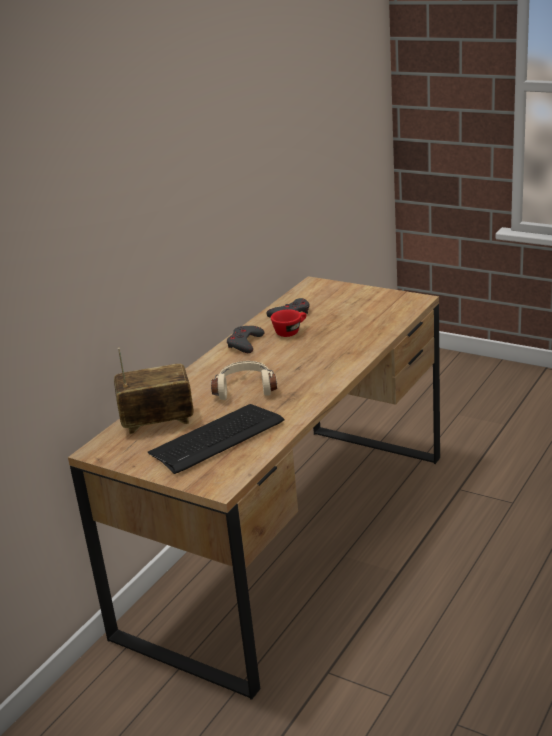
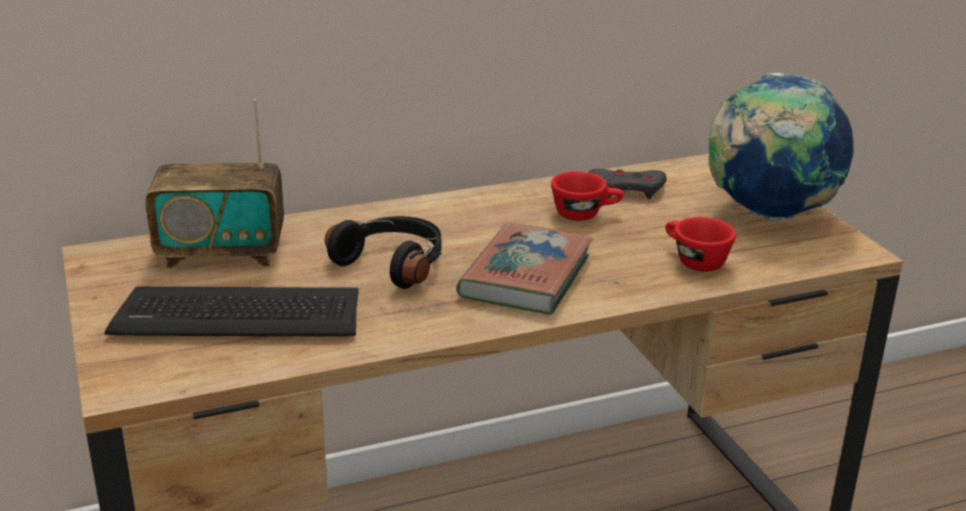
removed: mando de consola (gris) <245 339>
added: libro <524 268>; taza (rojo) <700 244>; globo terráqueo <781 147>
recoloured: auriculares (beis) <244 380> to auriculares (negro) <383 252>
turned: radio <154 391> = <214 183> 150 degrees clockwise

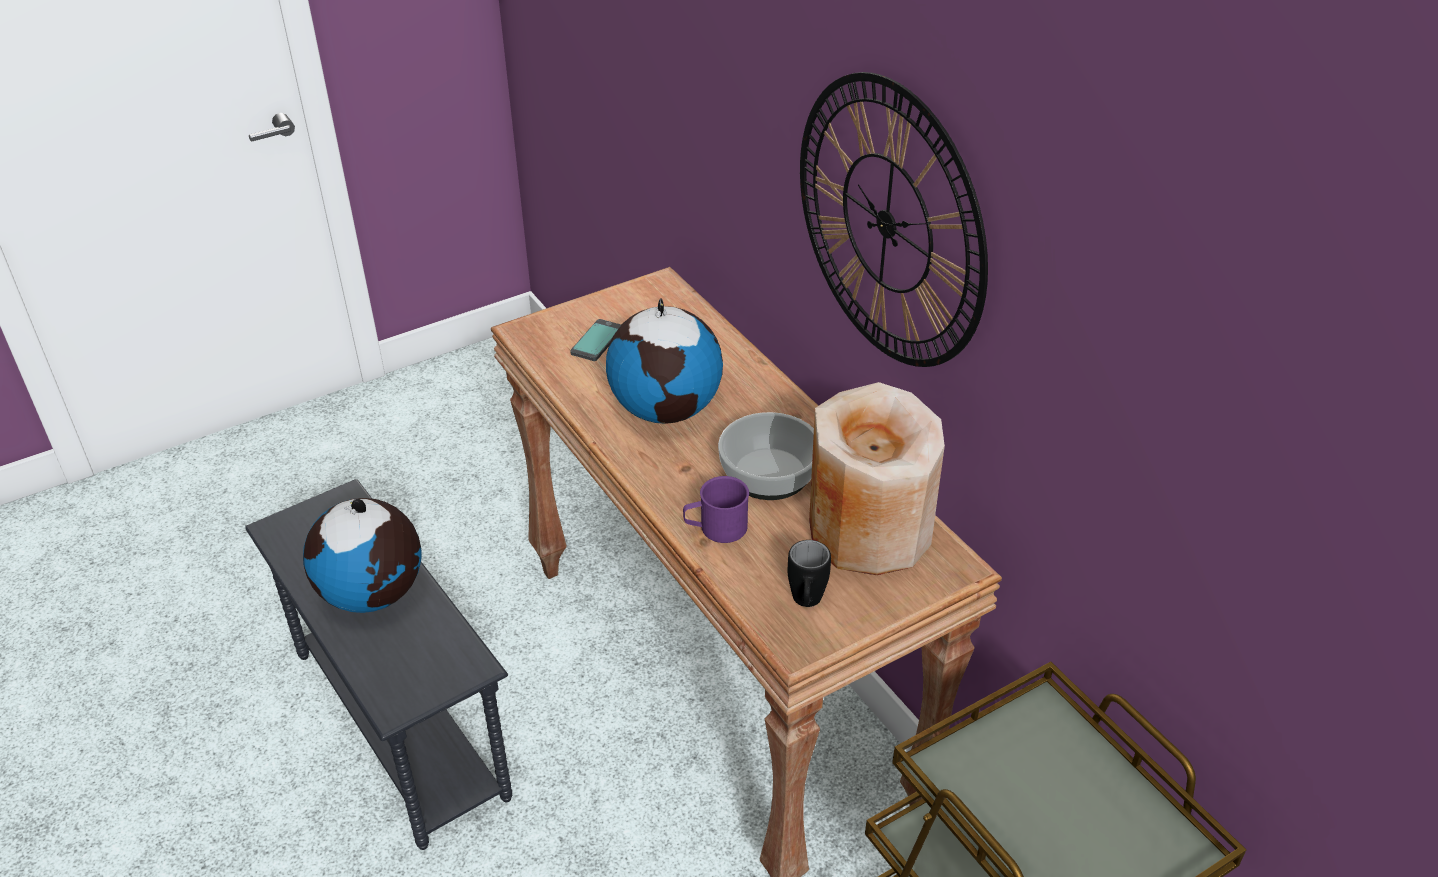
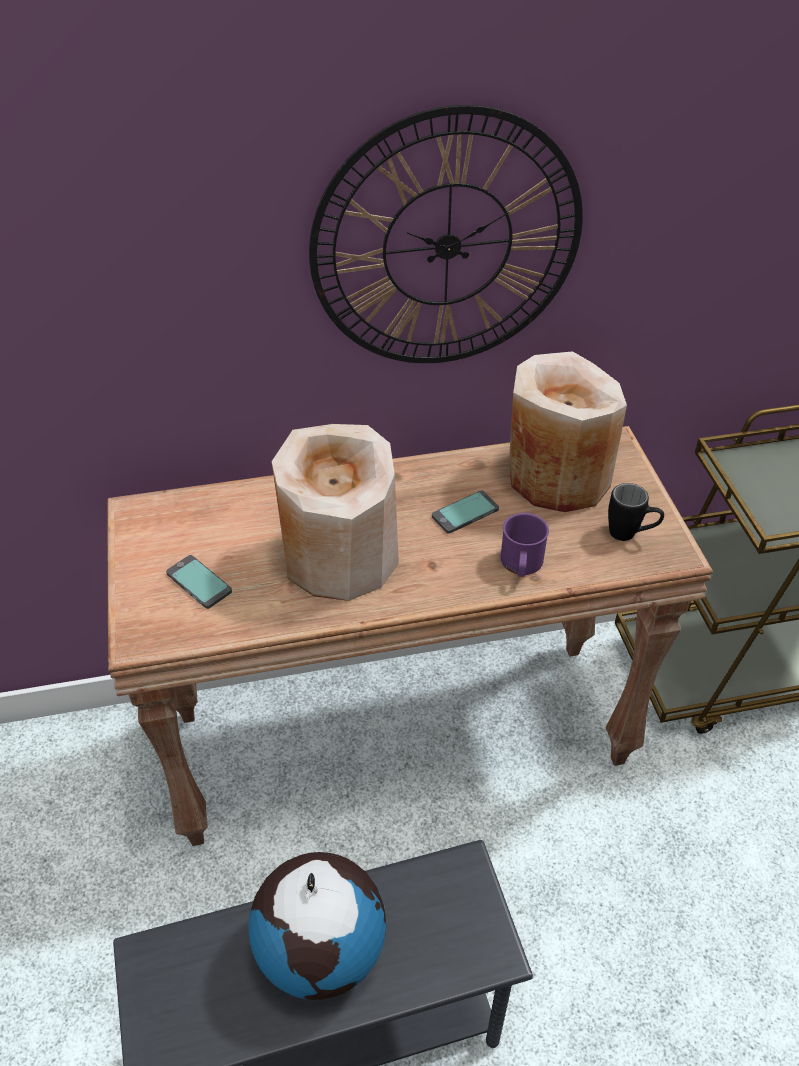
replaced: globo terráqueo <664 361> to florero (beis) <335 512>; cuenco <766 456> to móvil <465 512>

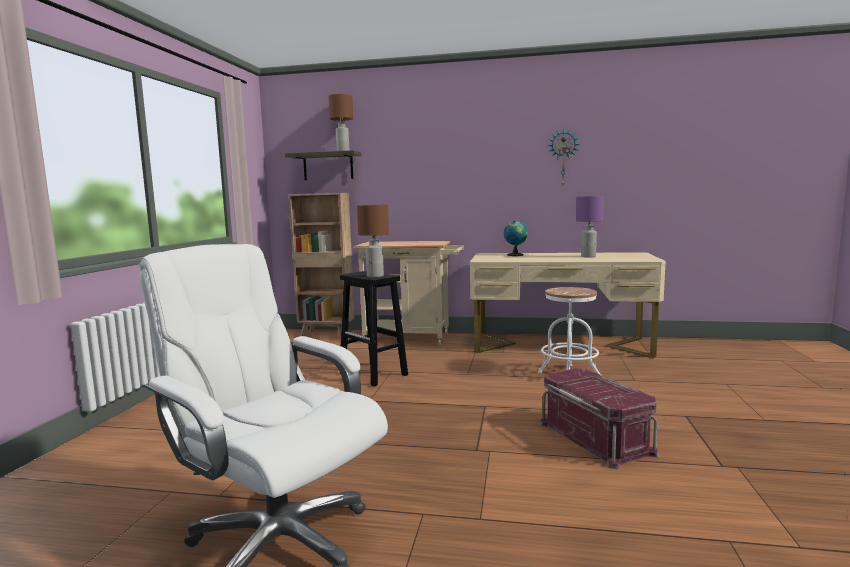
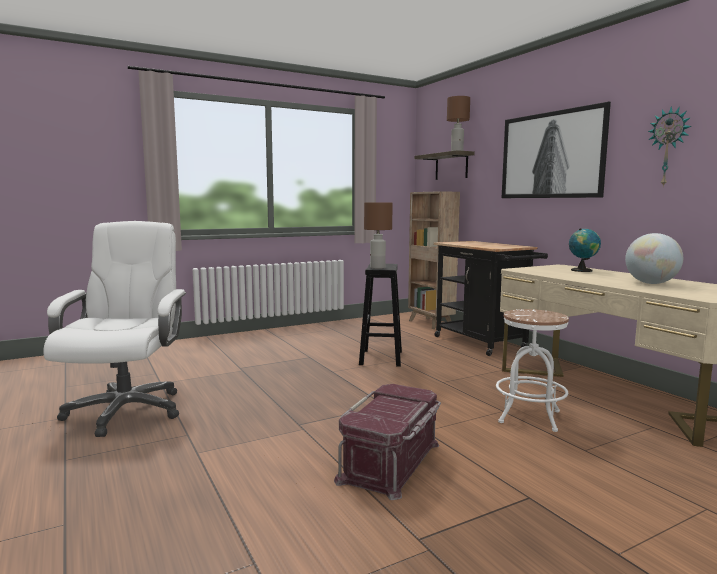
added: cuadro <556 150>
replaced: lámpara de mesa (morado) <590 227> to globo terráqueo <654 258>
recoloured: carrito (beis) <408 293> to carrito (negro) <490 298>

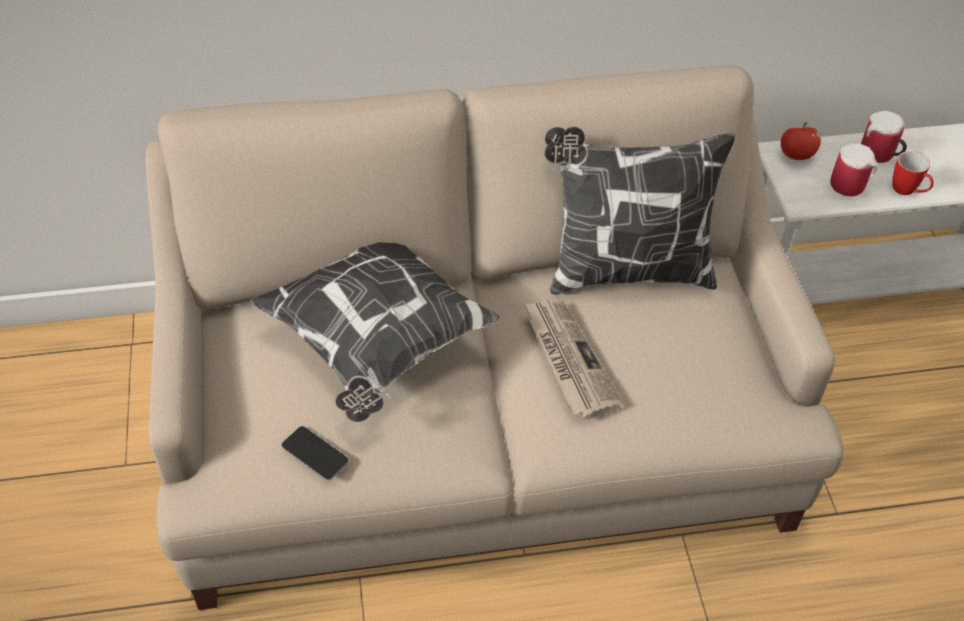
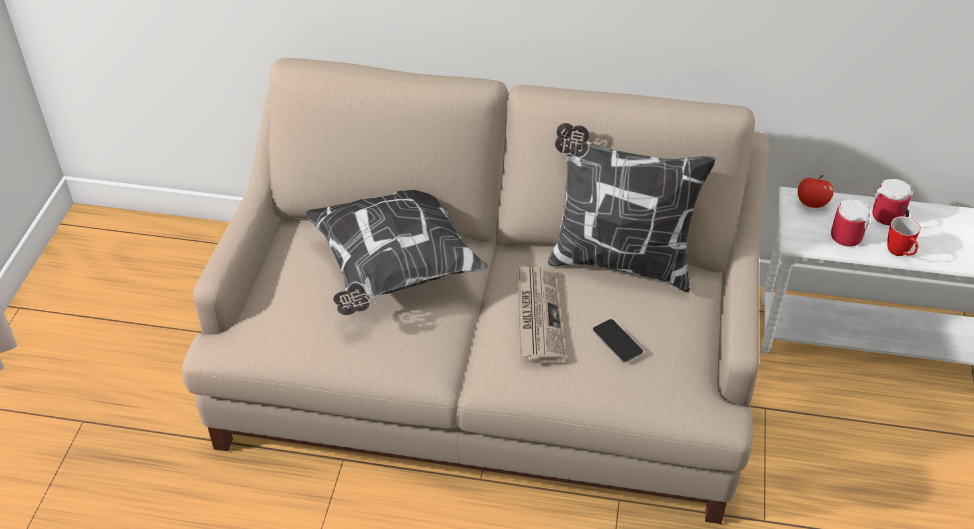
moved: móvil <315 453> to <618 340>

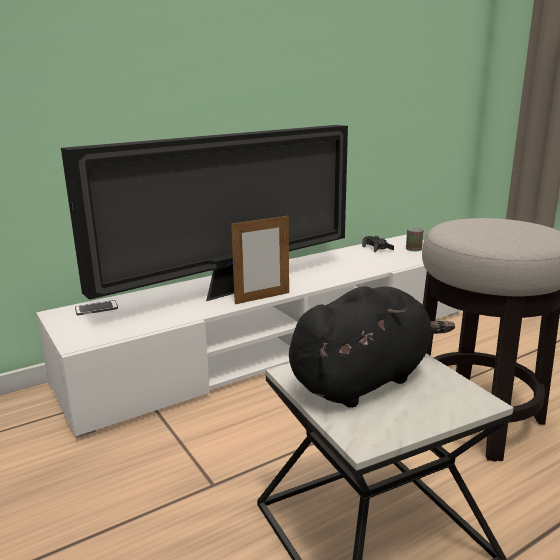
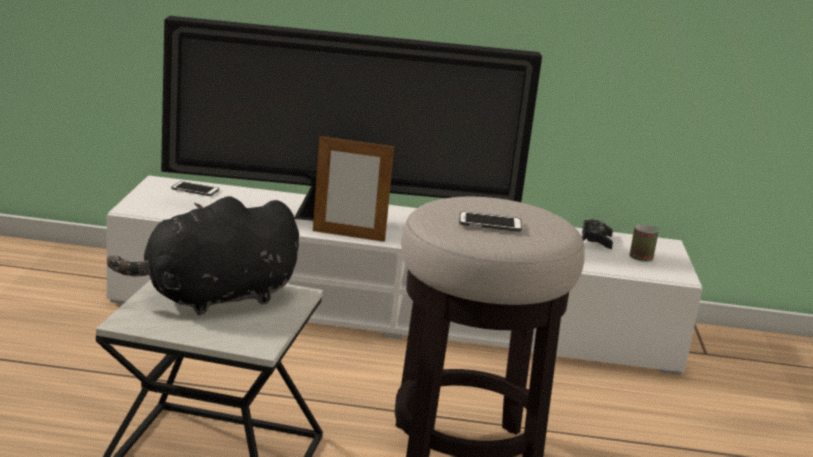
added: móvil <490 221>
turned: peluche (negro) <372 347> = <203 255> 150 degrees clockwise

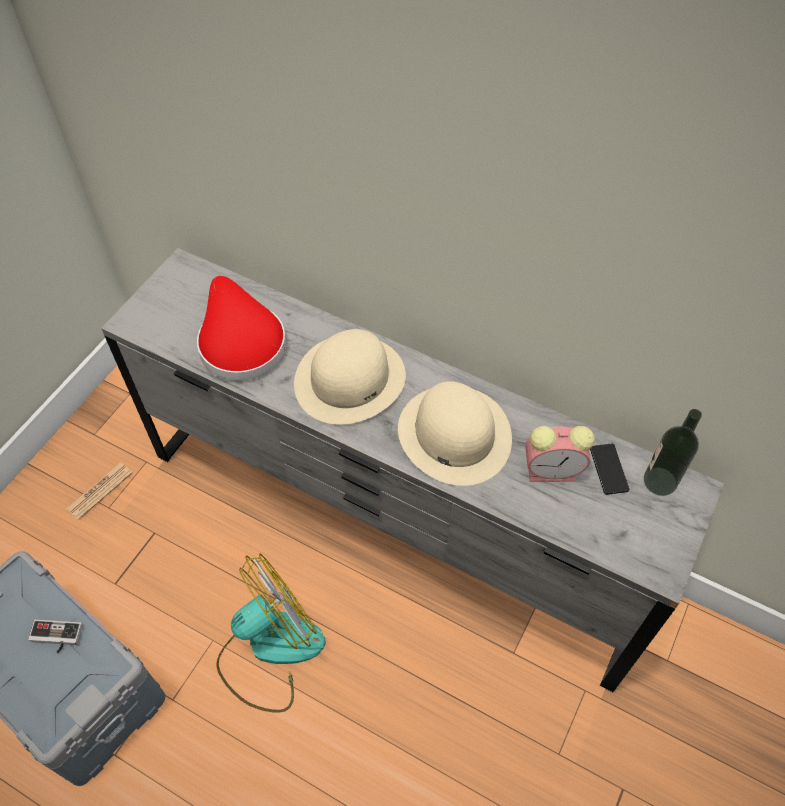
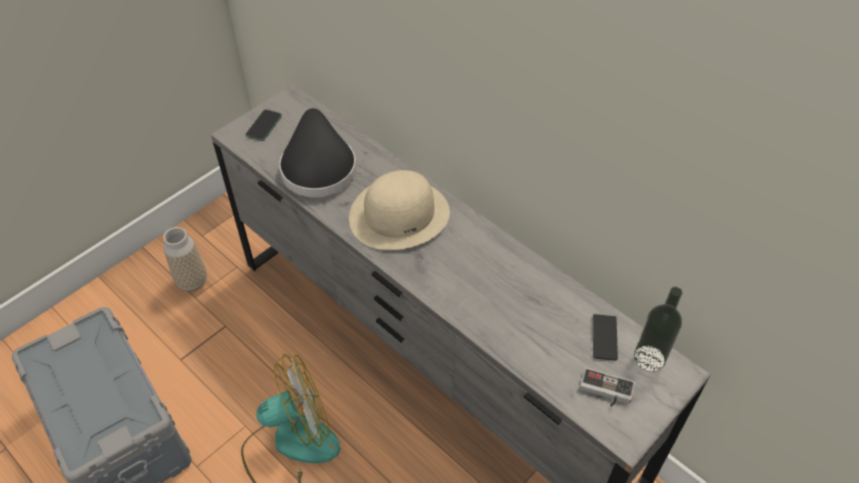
removed: sombrero (beis) <455 433>; despertador <560 454>
added: móvil <263 125>
moved: mando de consola <55 636> to <607 387>
replaced: periódico <99 491> to florero <185 259>
recoloured: sombrero (rojo) <241 328> to sombrero (negro) <317 153>

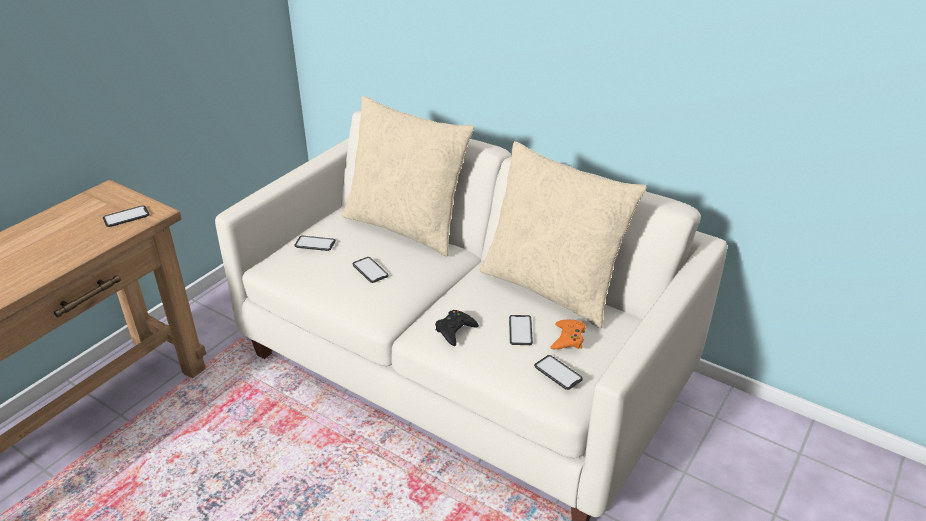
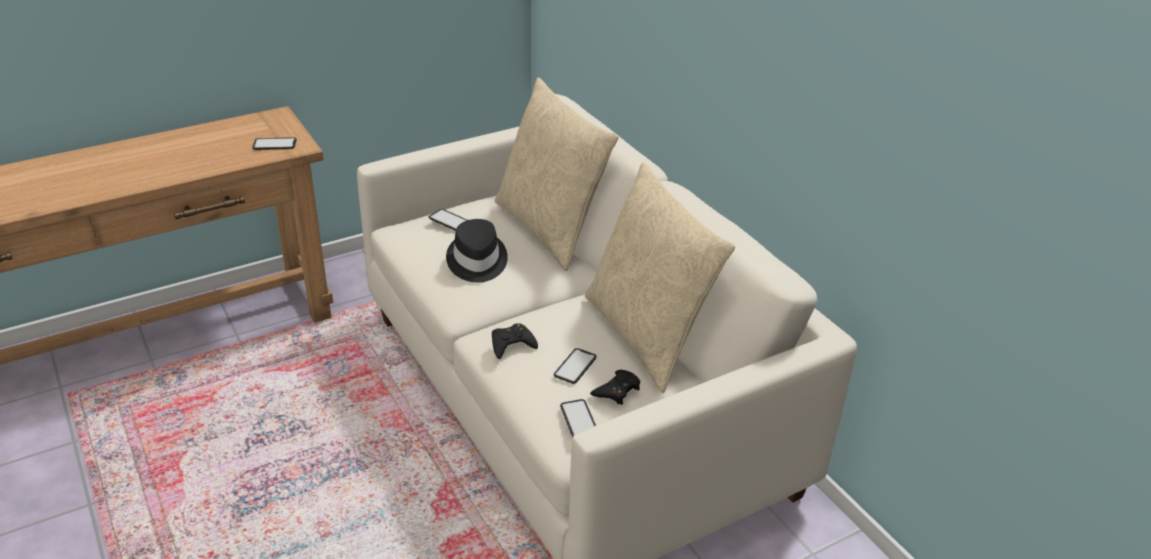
replaced: móvil <371 270> to sombrero (negro) <477 251>
recoloured: mando de consola (naranja) <568 334> to mando de consola (negro) <615 387>

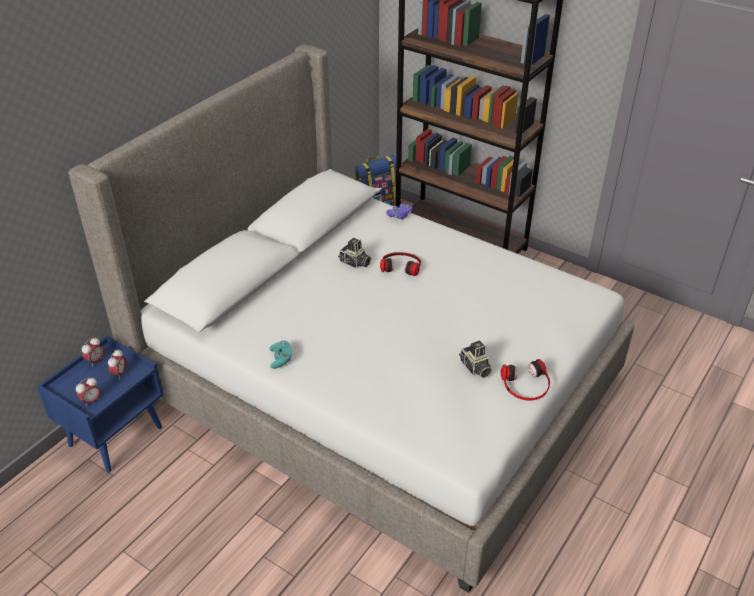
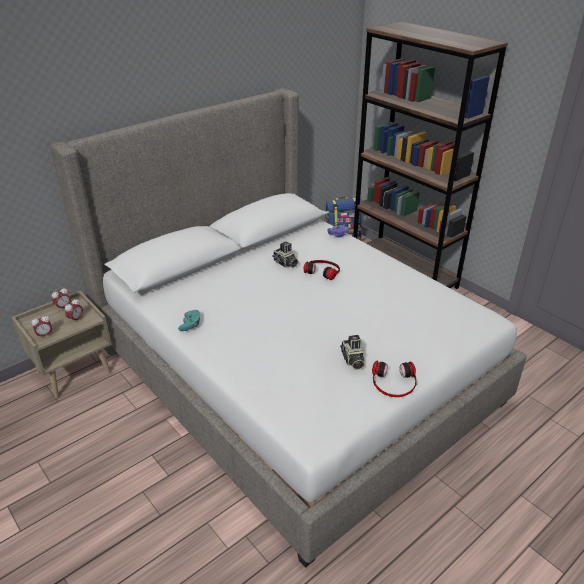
recoloured: mesita de noche (azul) <100 404> to mesita de noche (beis) <61 345>

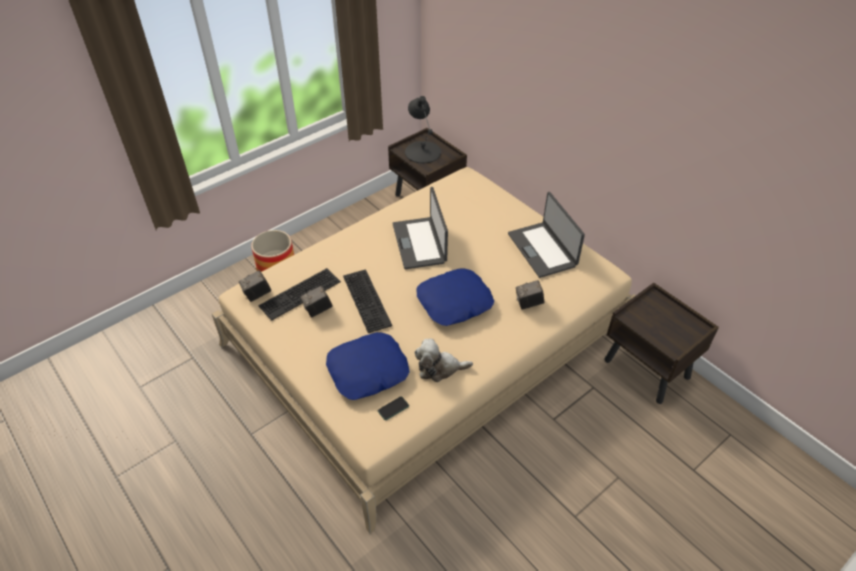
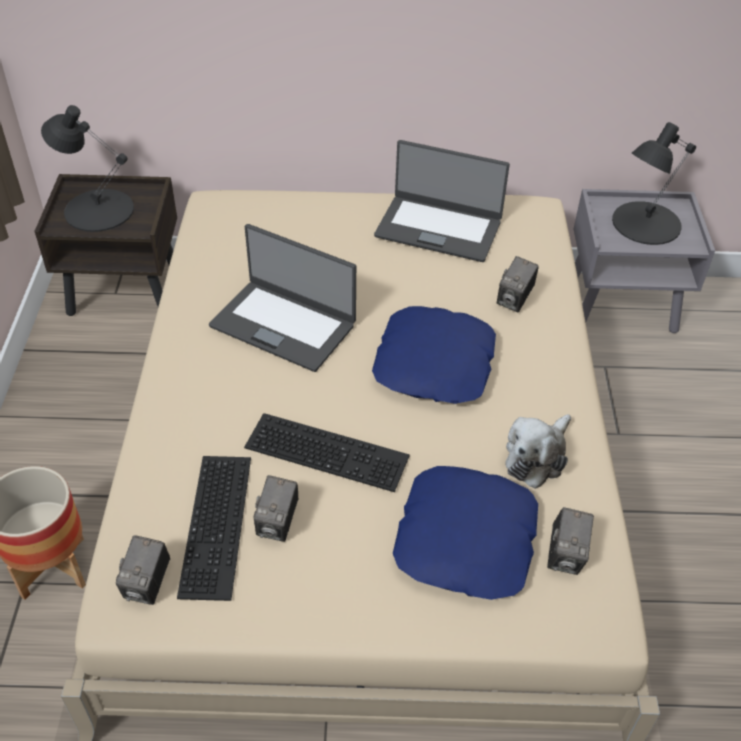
added: lámpara de mesa (negro) <654 183>
replaced: móvil <393 408> to cámara <570 541>
recoloured: mesita de noche (marrón) <661 343> to mesita de noche (gris) <644 261>

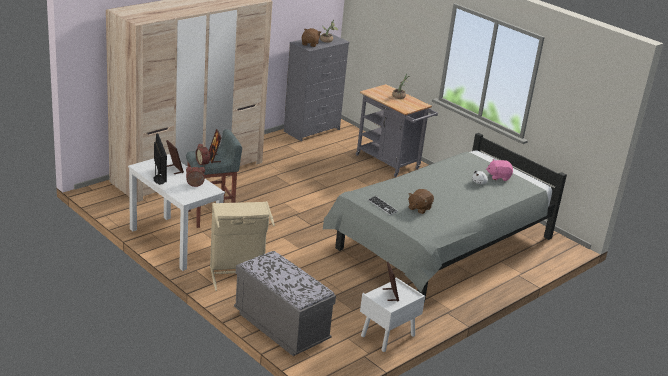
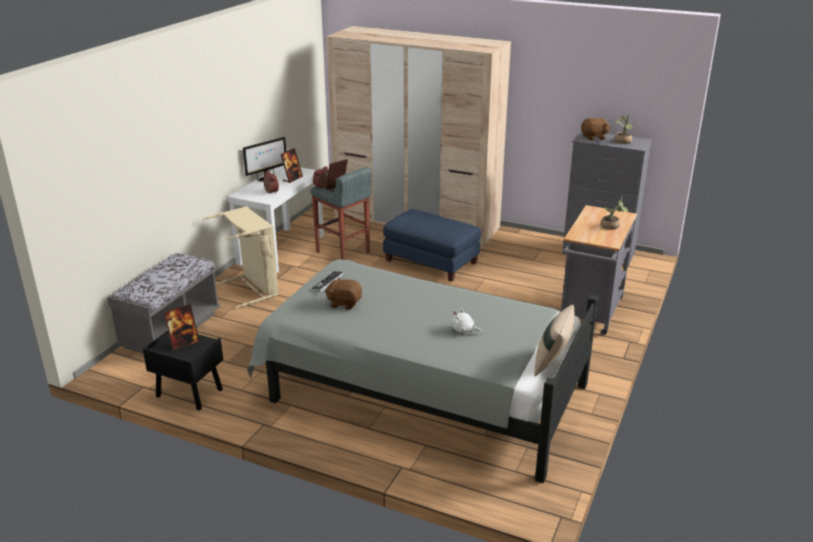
removed: peluche (rosa) <499 170>
added: puf (azul) <432 245>; cojín (beis) <554 340>
recoloured: mesita de noche (blanco) <392 315> to mesita de noche (negro) <183 370>

